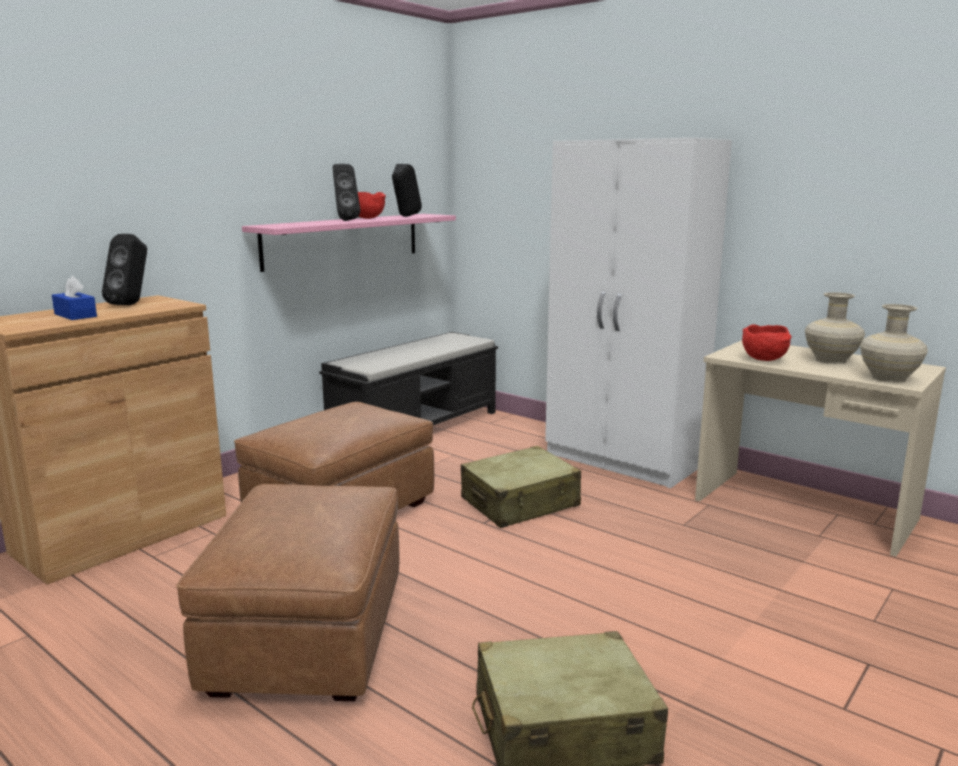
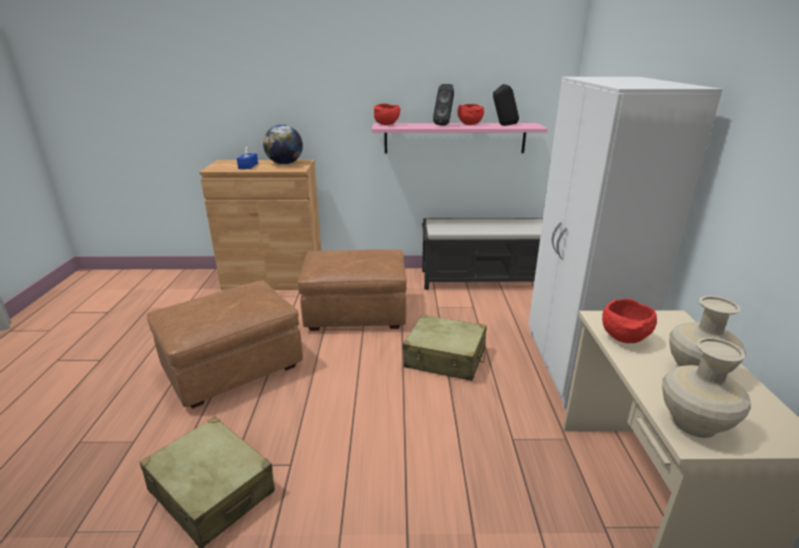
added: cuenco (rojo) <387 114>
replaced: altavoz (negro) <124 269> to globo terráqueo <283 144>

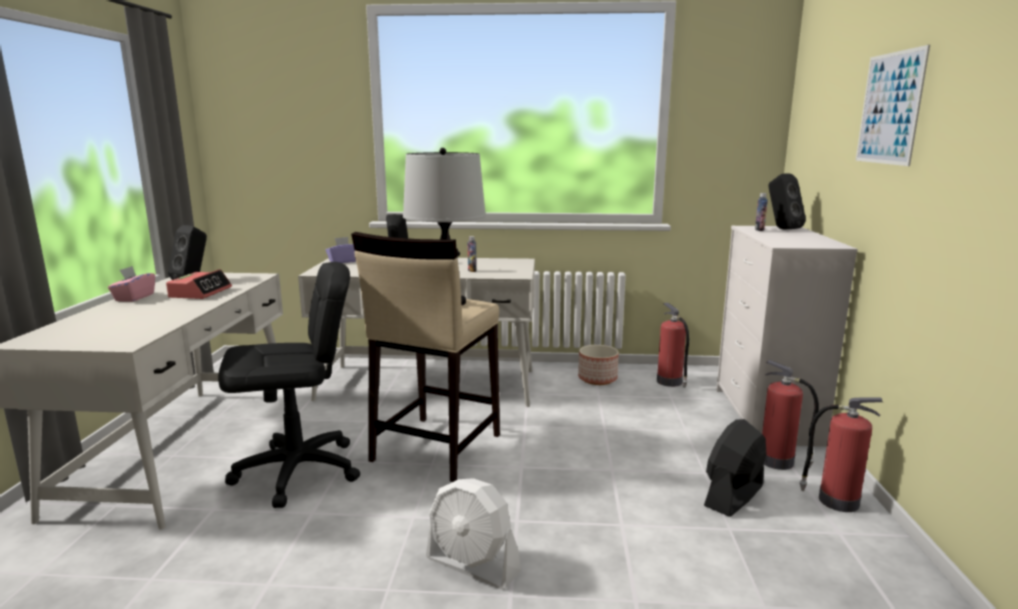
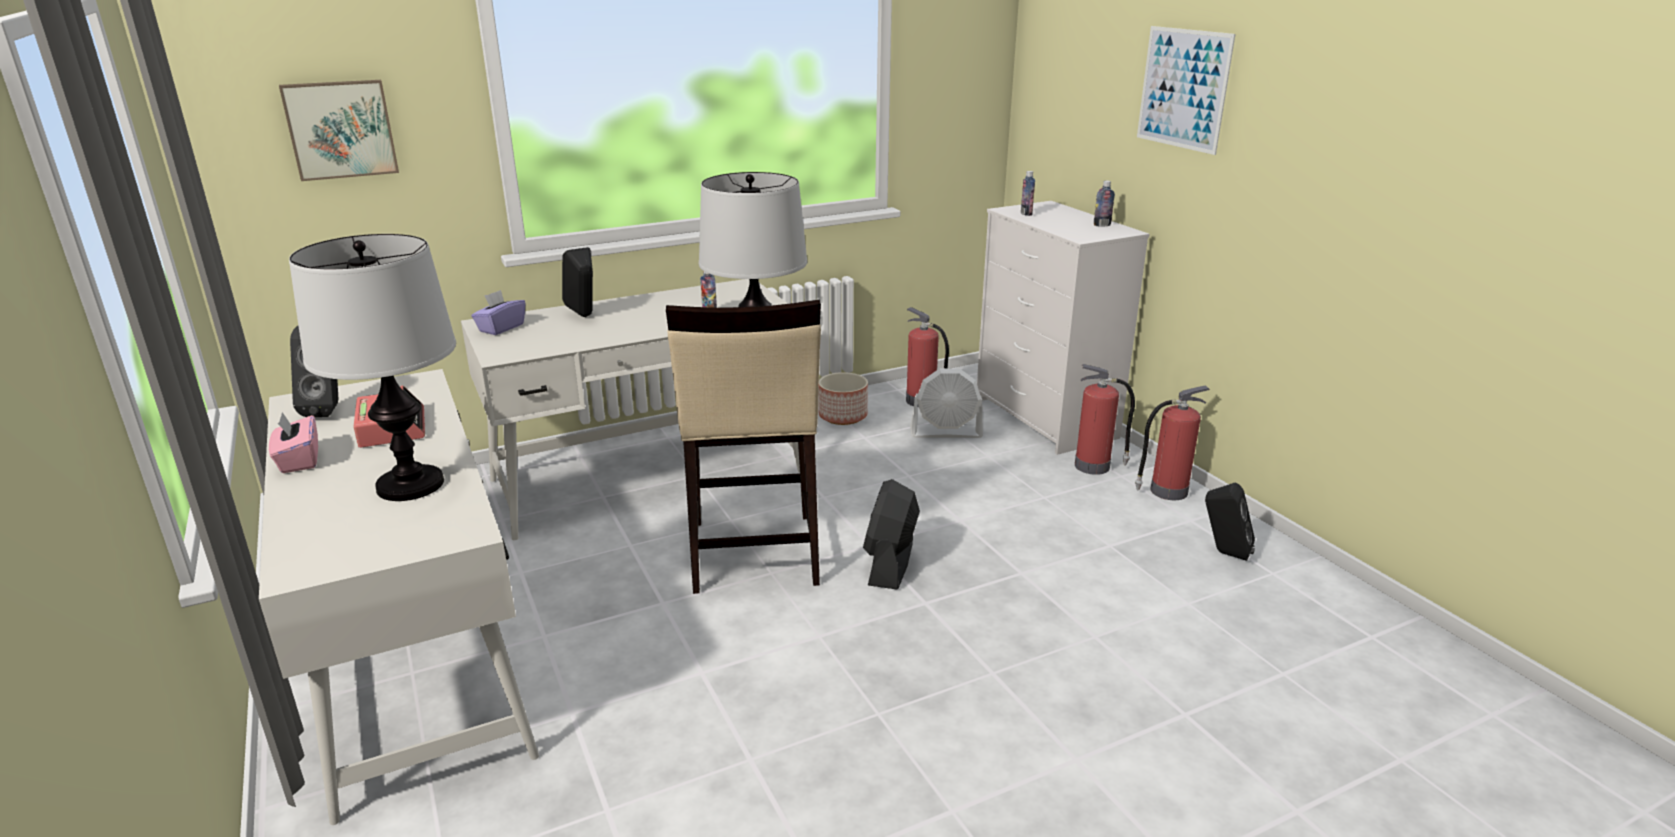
removed: silla de oficina (negro) <289 385>
added: cuadro <339 130>; lámpara de mesa <372 367>; botella <1104 204>
moved: ventilador (negro) <735 468> to <891 534>; ventilador (blanco) <473 534> to <946 403>; altavoz (negro) <787 201> to <1230 521>

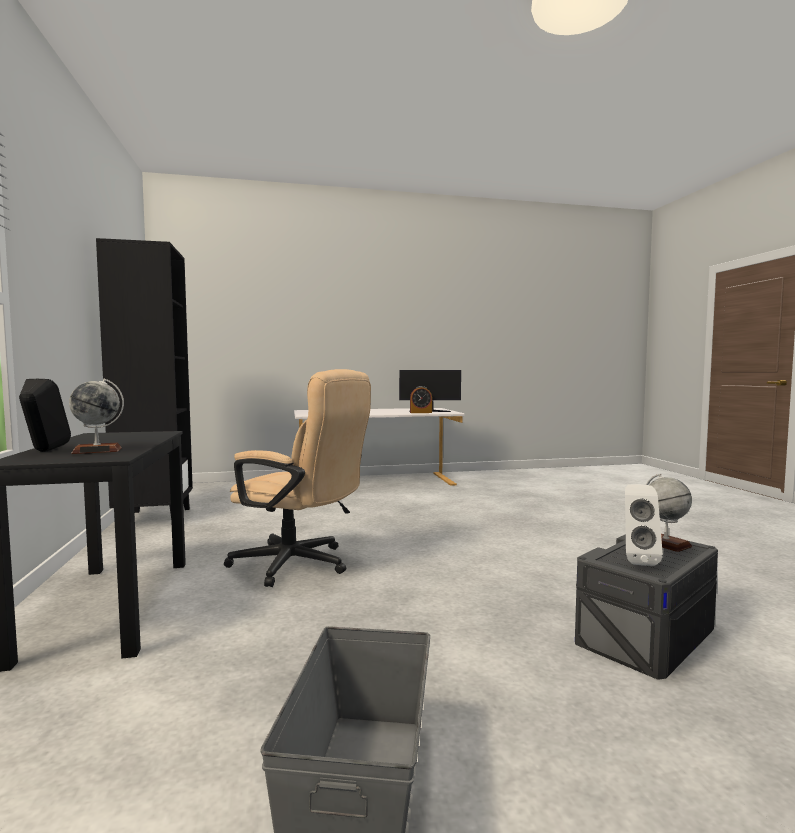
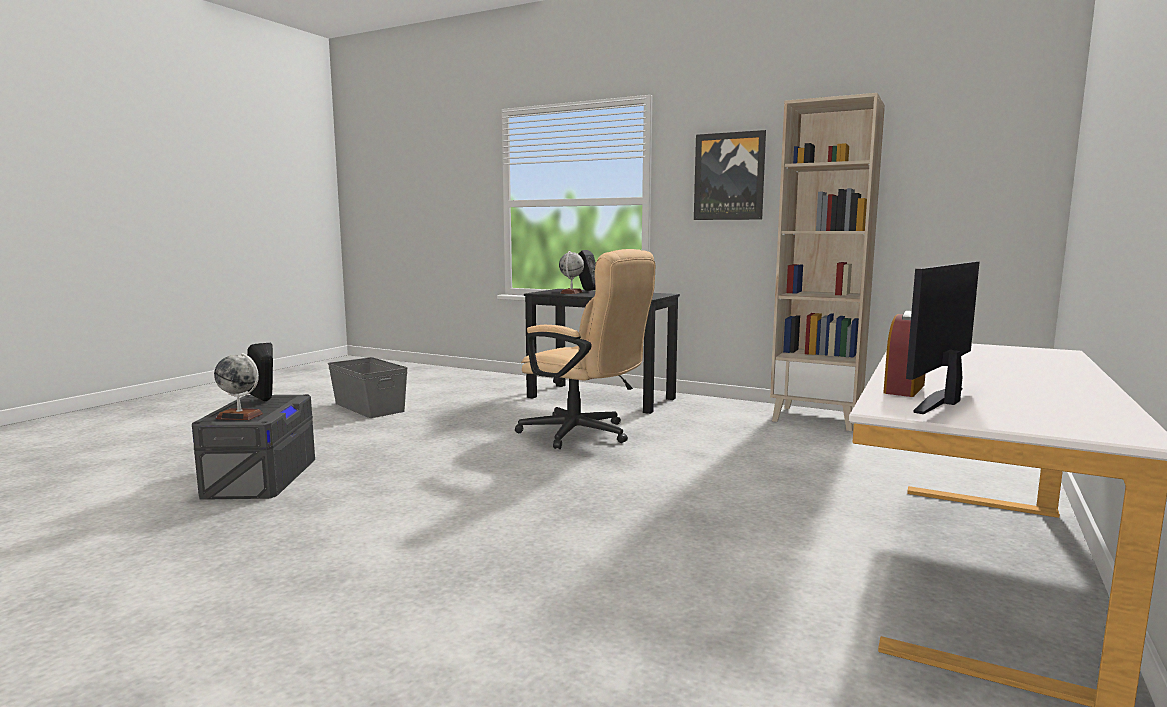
added: cuadro <730 175>
recoloured: altavoz (blanco) <644 525> to altavoz (negro) <260 372>; estantería (negro) <144 376> to estantería (beis) <827 262>
turned: silla de oficina (beis) <297 478> = <585 349> 120 degrees counterclockwise

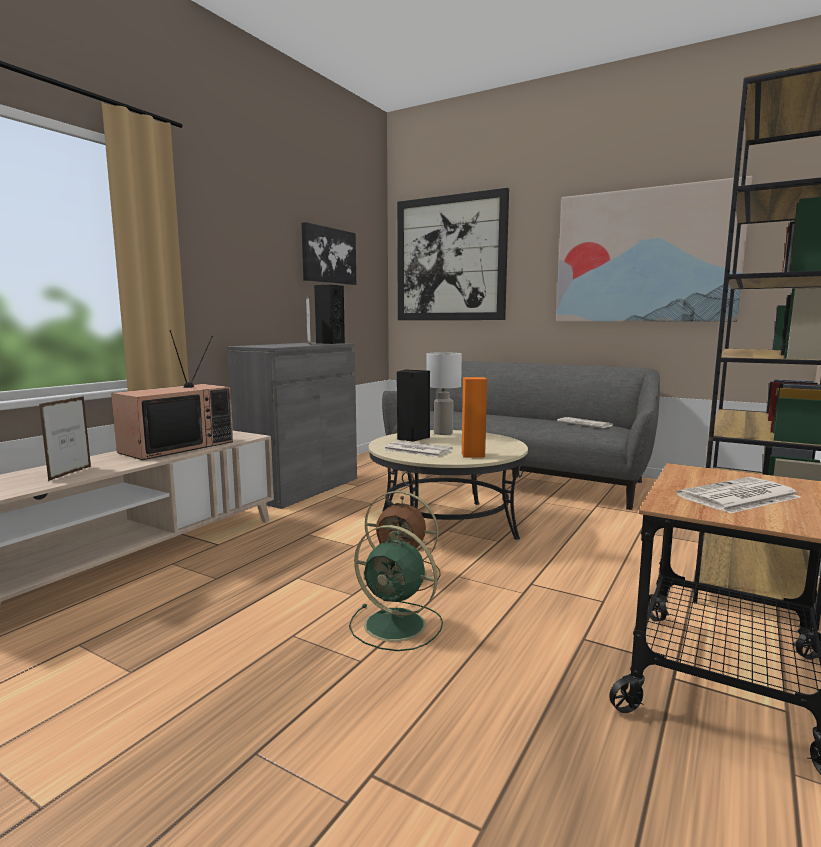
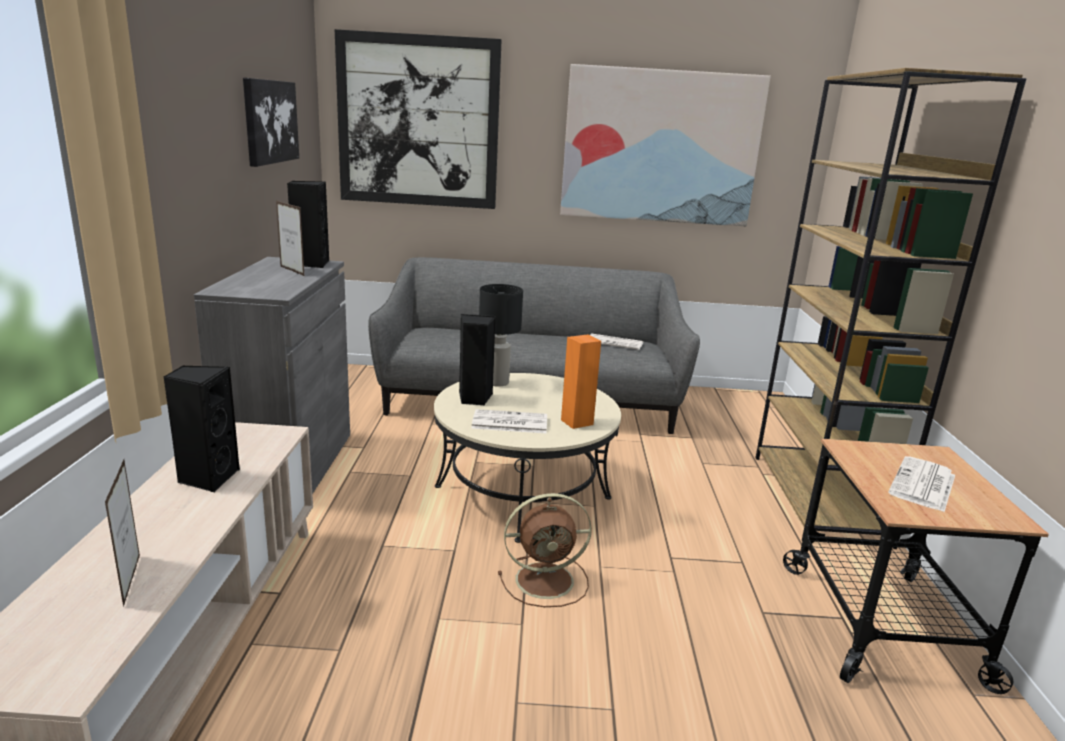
removed: ventilador (verde) <396 588>
replaced: televisor <172 395> to altavoz (negro) <201 428>
recoloured: lámpara de mesa (blanco) <444 393> to lámpara de mesa (negro) <501 335>

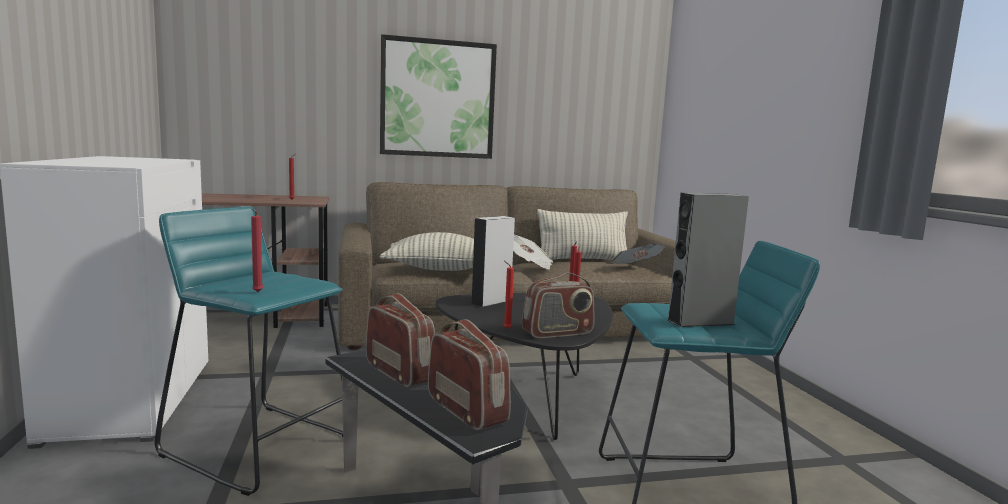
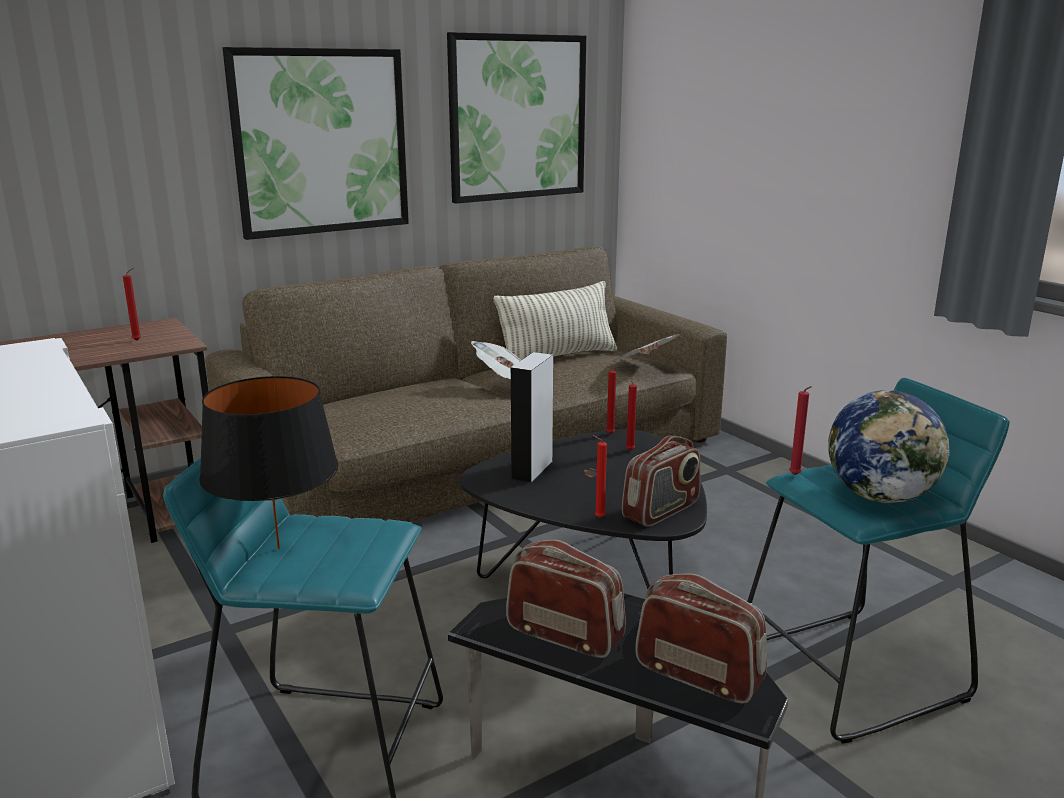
removed: cojín <427 251>
added: lámpara de mesa (negro) <269 462>; cuadro <516 118>
moved: vela (rojo) <257 250> to <800 430>
replaced: altavoz (gris) <708 260> to globo terráqueo <889 446>

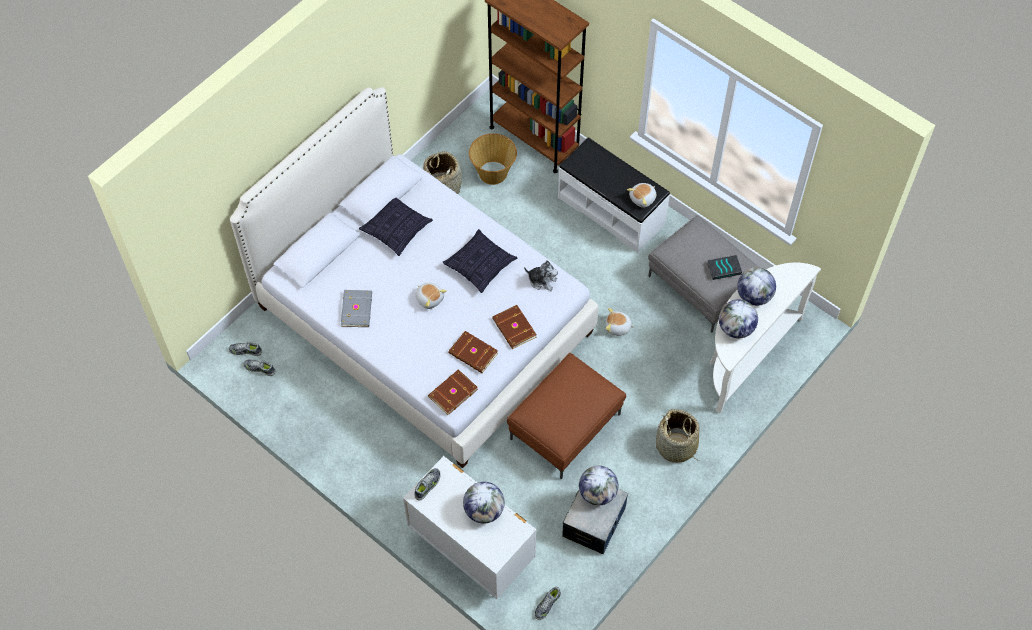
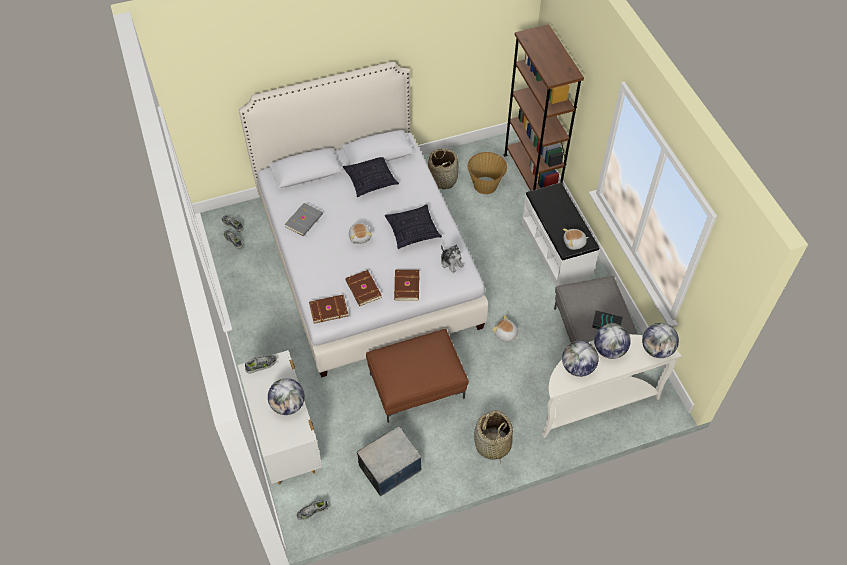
moved: globo terráqueo <598 485> to <660 340>

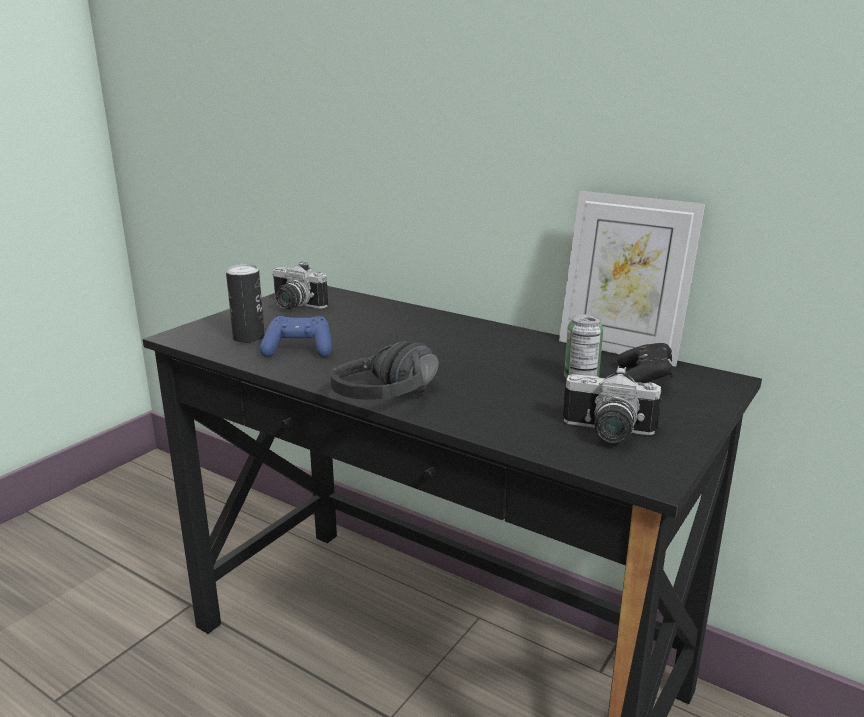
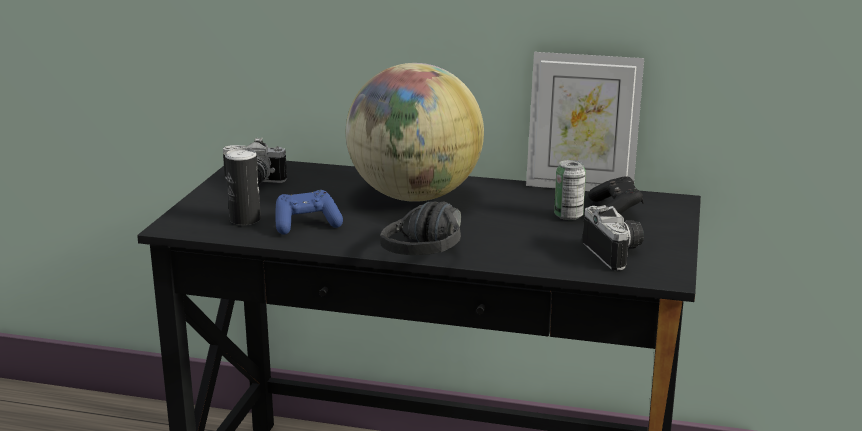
added: globo terráqueo <415 132>
turned: cámara <612 404> = <613 238> 105 degrees counterclockwise

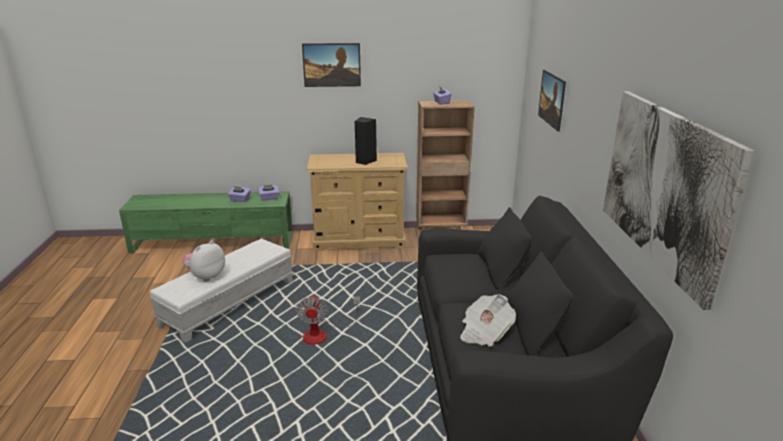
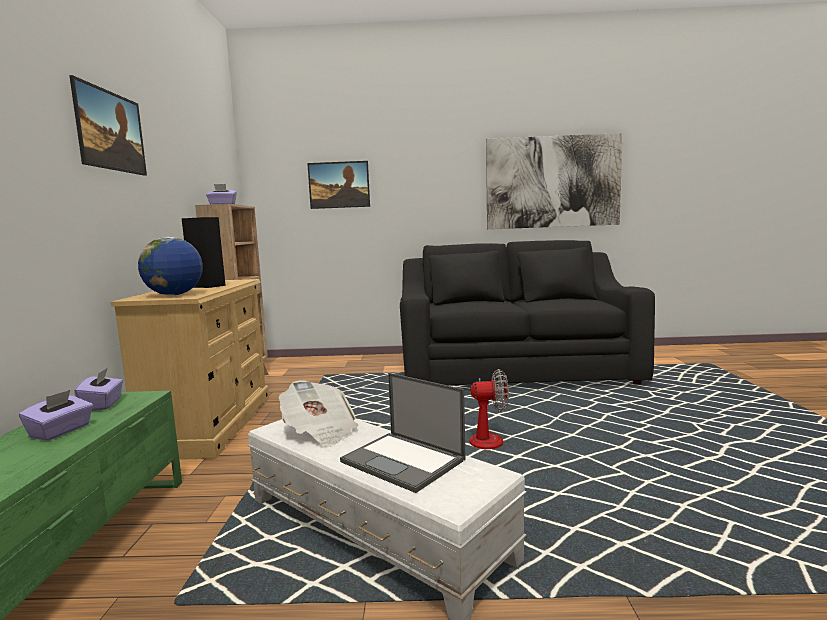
added: globo terráqueo <170 266>
moved: periódico <488 320> to <318 413>
replaced: peluche <204 261> to portátil <402 433>

